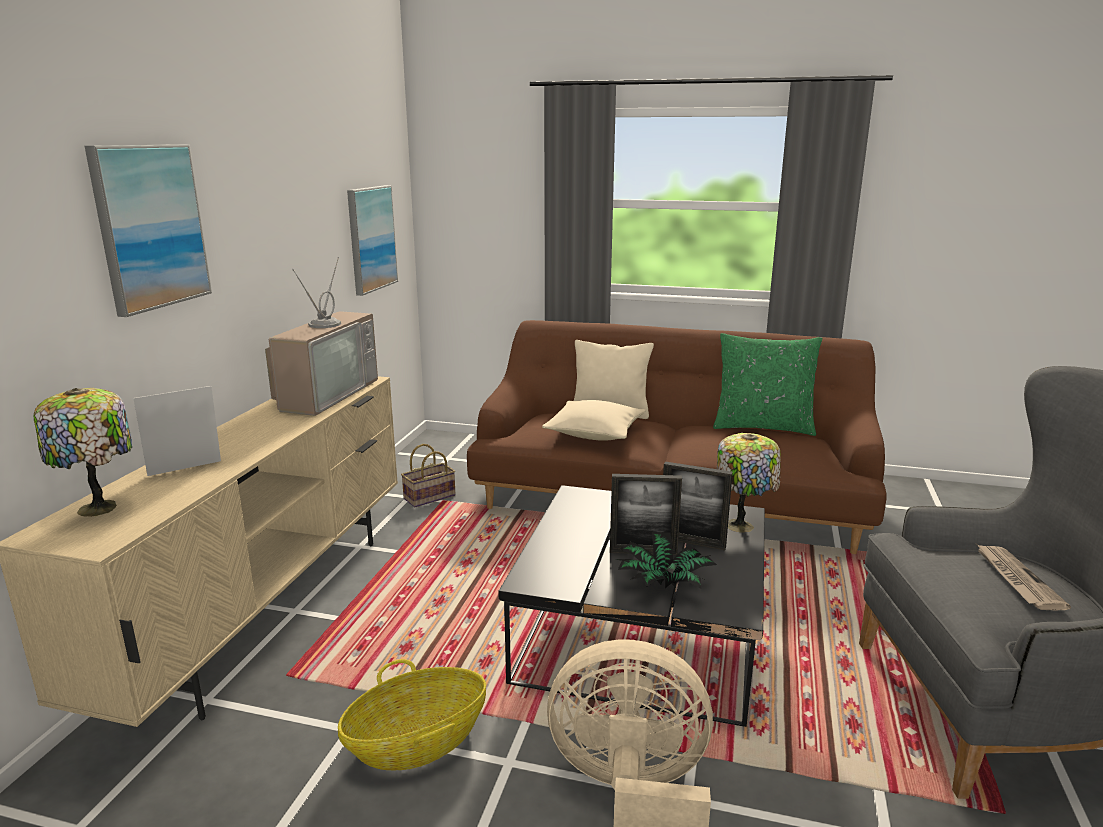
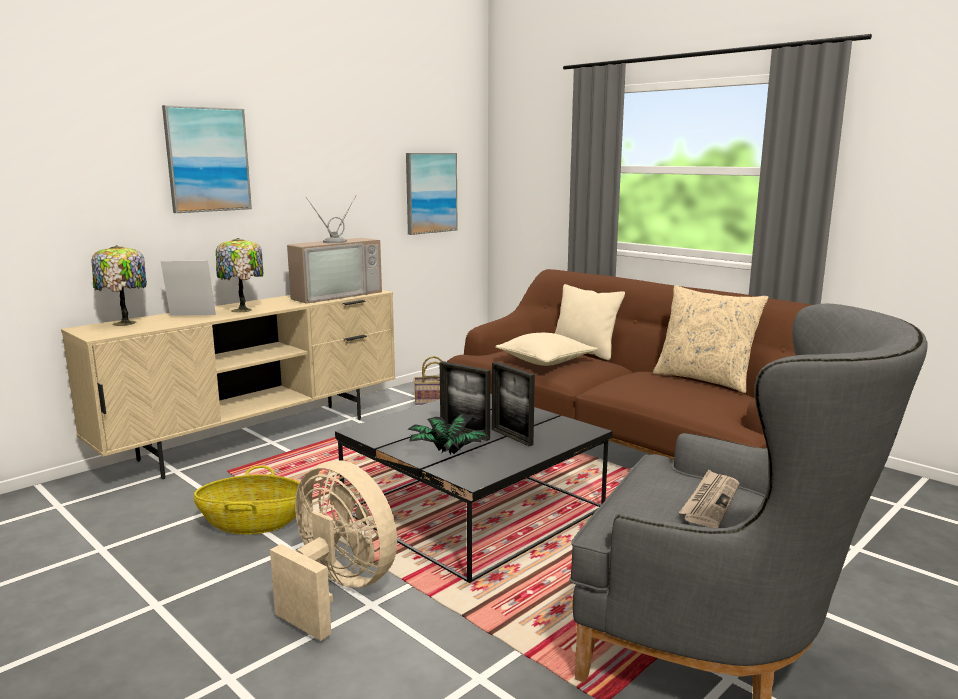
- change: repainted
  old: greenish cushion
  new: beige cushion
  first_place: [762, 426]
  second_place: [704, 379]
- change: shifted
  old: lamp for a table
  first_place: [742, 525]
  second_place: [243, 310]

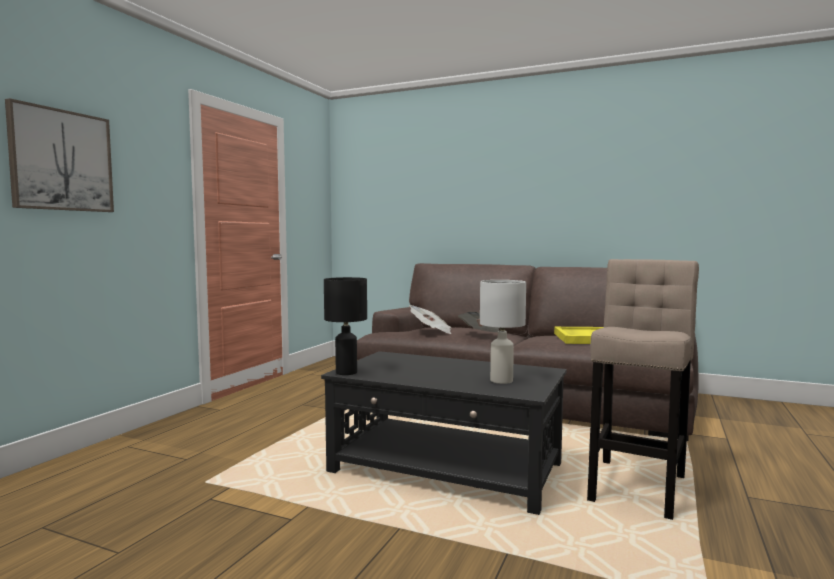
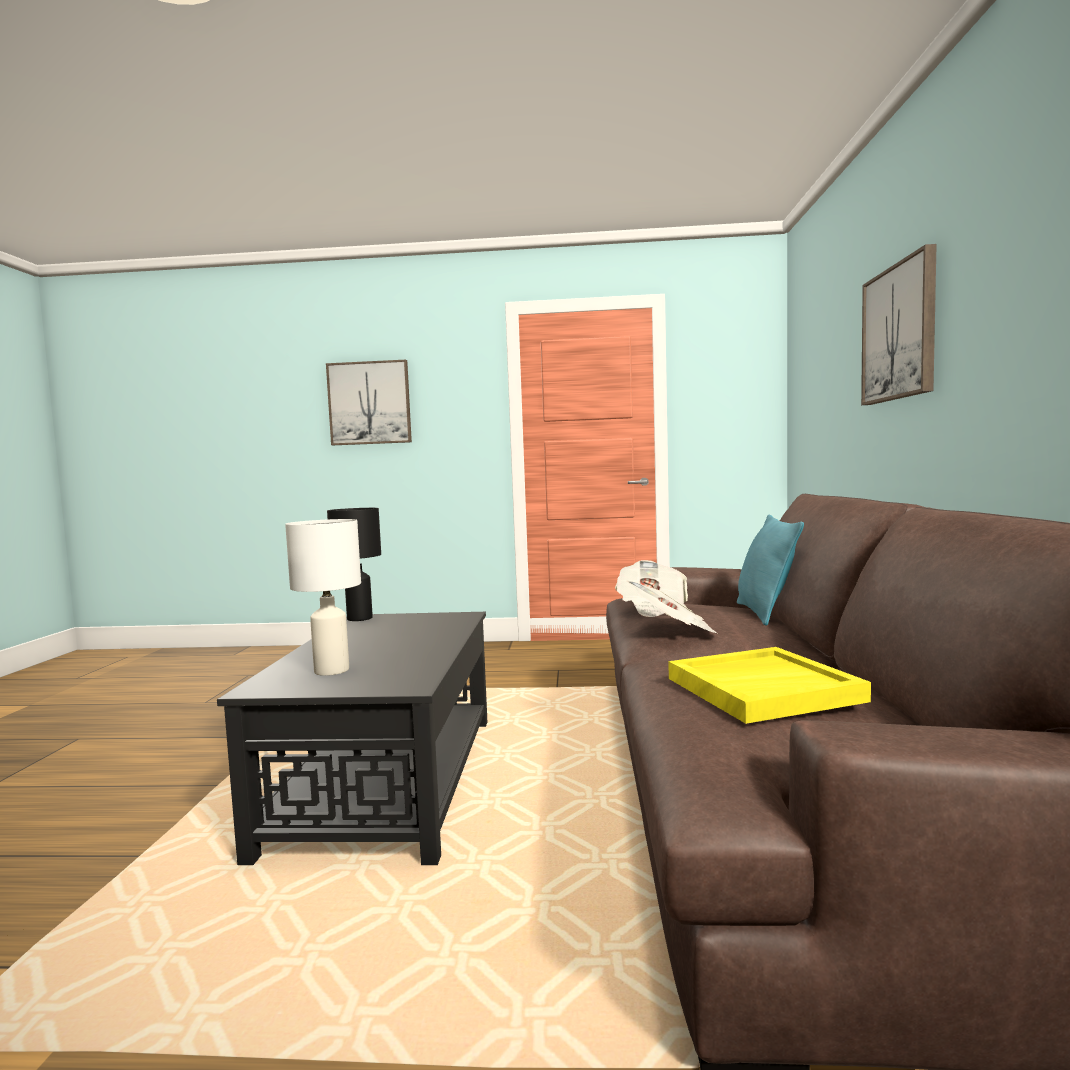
- change: gone
  old: beige stool seat
  first_place: [638, 485]
- change: new
  new: wall art
  second_place: [899, 333]
- change: new
  new: turquoise cushion
  second_place: [765, 613]

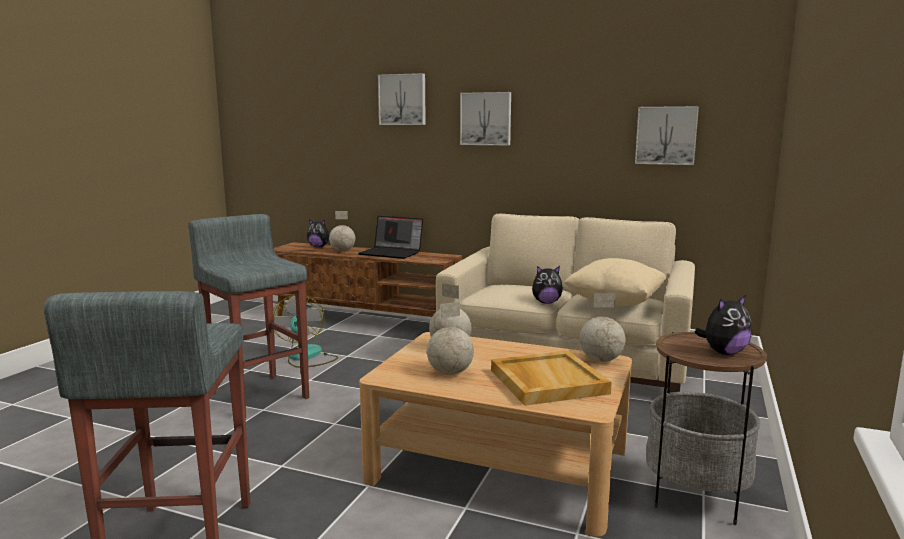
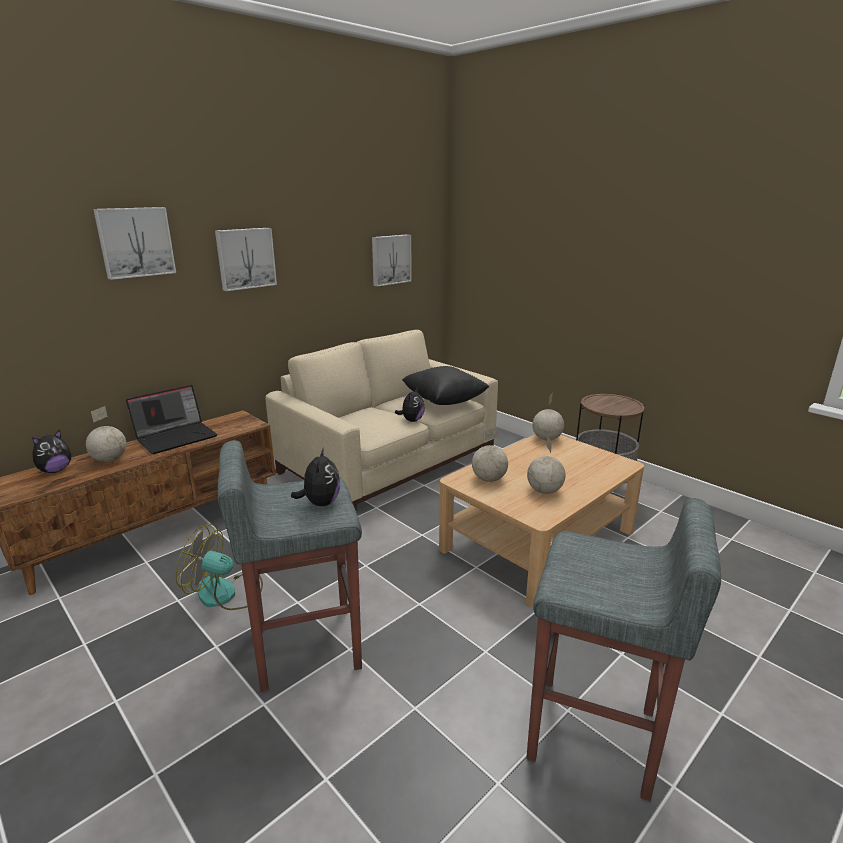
- change: repainted
  old: beige cushion
  new: black-coloured cushion
  first_place: [615, 302]
  second_place: [444, 401]
- change: shifted
  old: soft toy
  first_place: [723, 352]
  second_place: [320, 503]
- change: gone
  old: beige tray
  first_place: [546, 381]

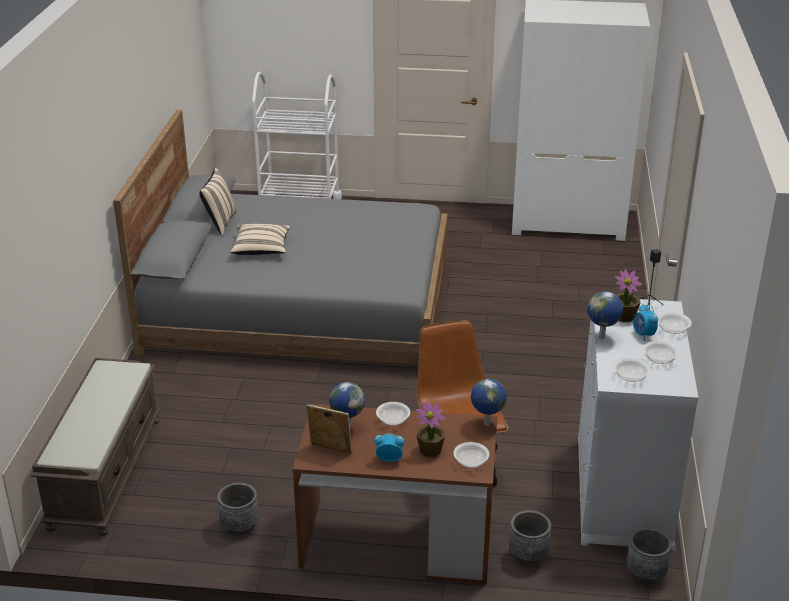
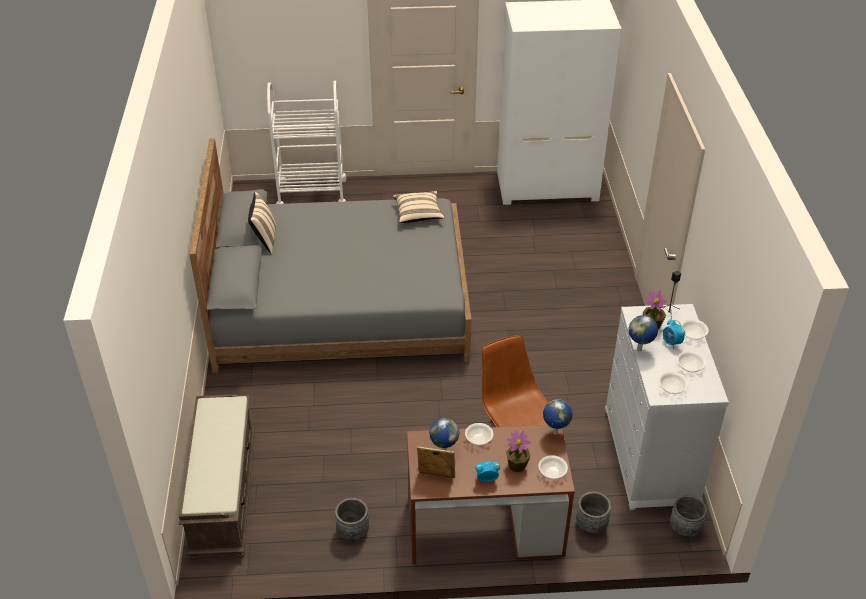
- change: shifted
  old: beige cushion
  first_place: [261, 249]
  second_place: [418, 214]

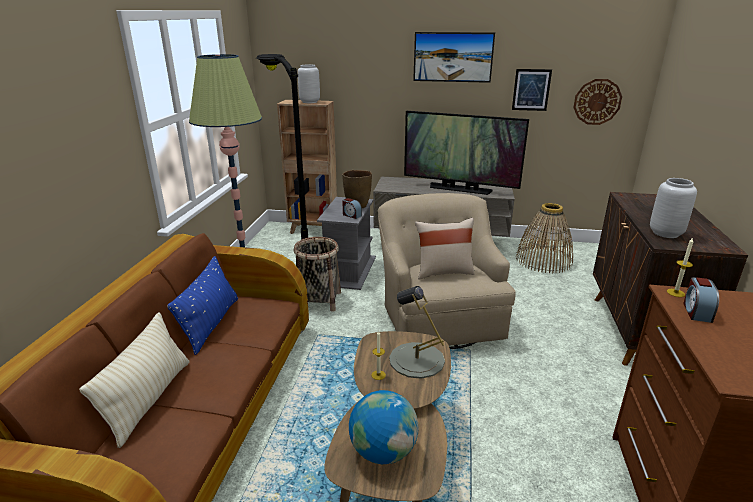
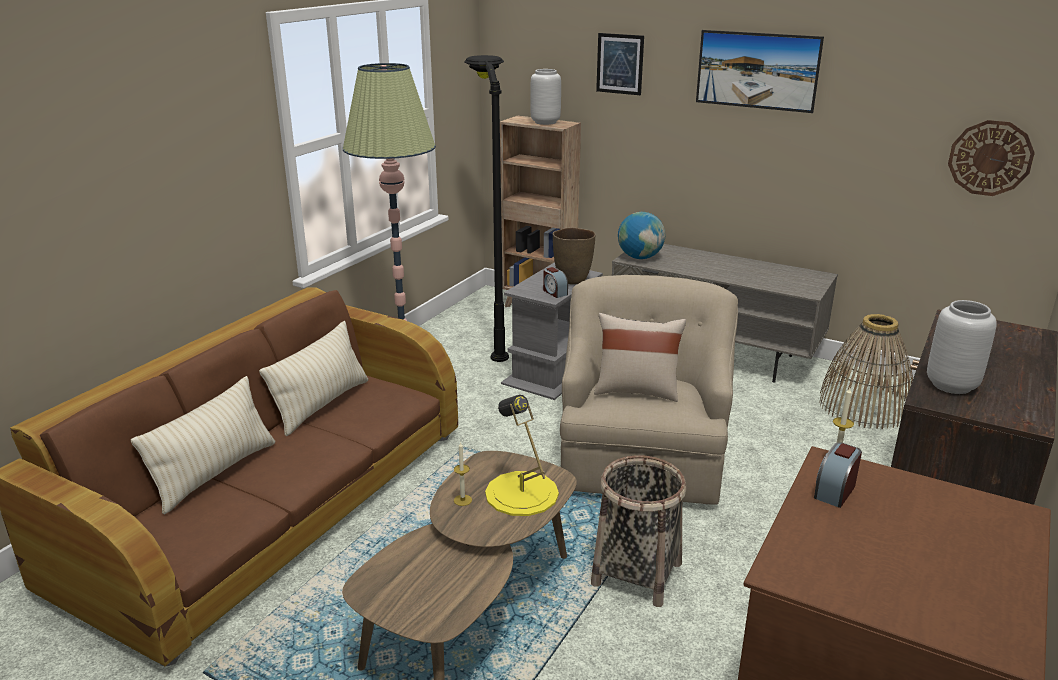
- change: shifted
  old: wall art
  first_place: [531, 90]
  second_place: [620, 64]
- change: gone
  old: TV set
  first_place: [459, 189]
- change: shifted
  old: basket
  first_place: [319, 300]
  second_place: [637, 574]
- change: repainted
  old: blue-coloured cushion
  new: beige cushion
  first_place: [211, 324]
  second_place: [322, 405]
- change: repainted
  old: greyish lamp for a table
  new: yellowish lamp for a table
  first_place: [416, 360]
  second_place: [521, 493]
- change: shifted
  old: desk globe
  first_place: [383, 451]
  second_place: [640, 257]

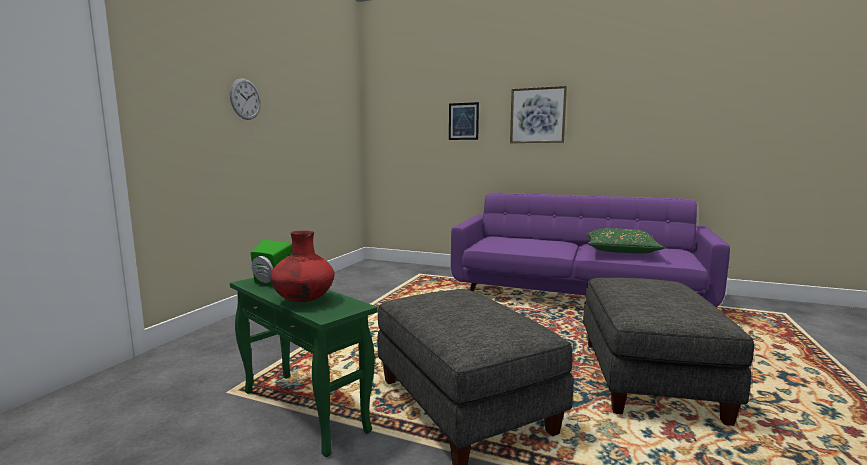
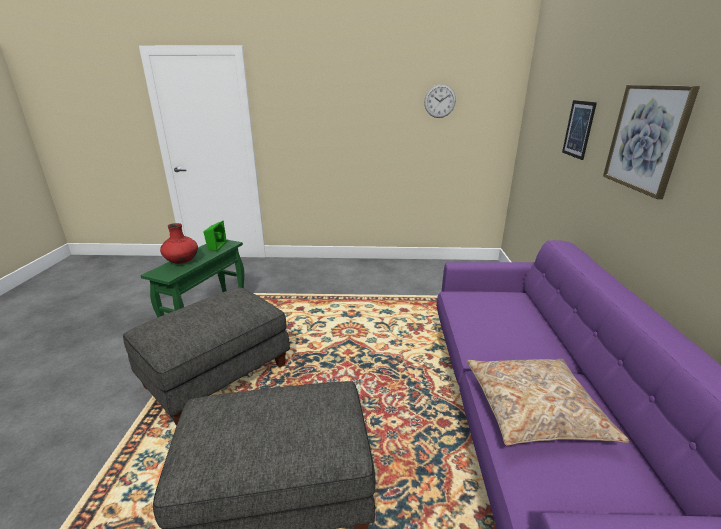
- change: shifted
  old: wall clock
  first_place: [245, 99]
  second_place: [440, 101]
- change: repainted
  old: greenish cushion
  new: beige cushion
  first_place: [621, 250]
  second_place: [534, 409]

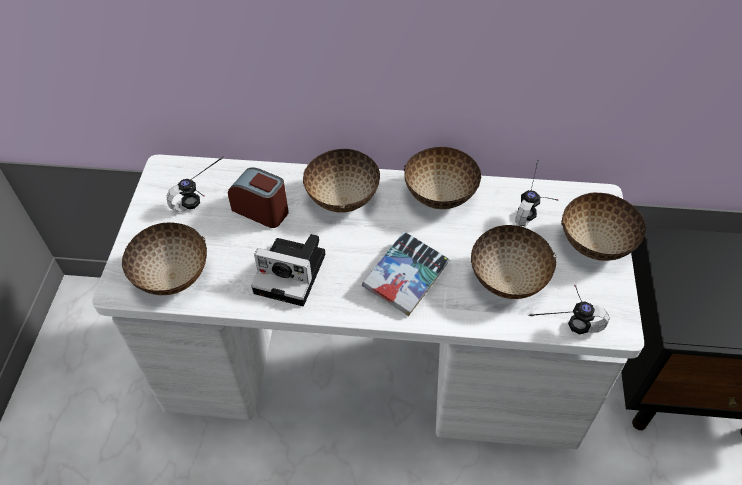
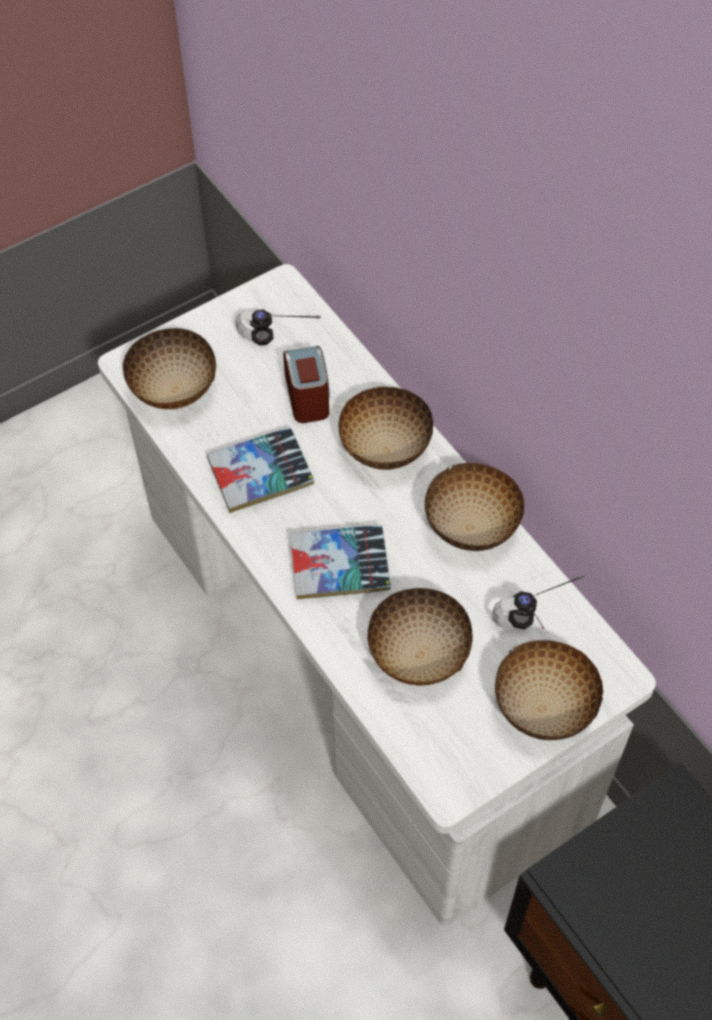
- change: swapped
  old: still camera
  new: bound book
  first_place: [293, 273]
  second_place: [261, 475]
- change: gone
  old: headphones
  first_place: [563, 320]

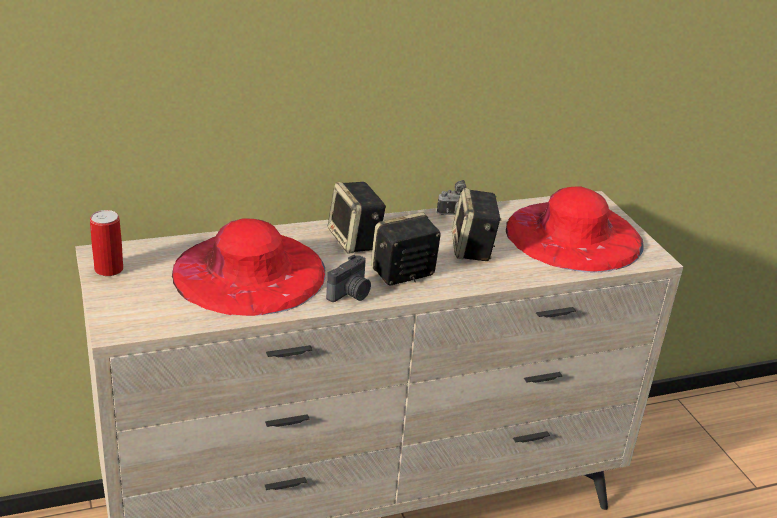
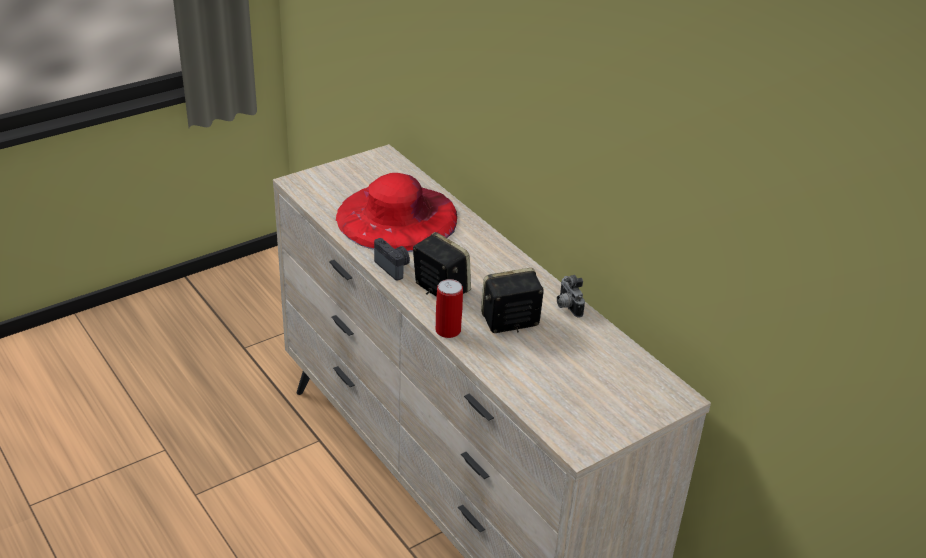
- change: gone
  old: speaker
  first_place: [355, 241]
- change: gone
  old: reddish hat
  first_place: [573, 235]
- change: shifted
  old: sealed can
  first_place: [109, 269]
  second_place: [448, 330]
- change: rotated
  old: still camera
  first_place: [350, 294]
  second_place: [393, 267]
  degrees: -150

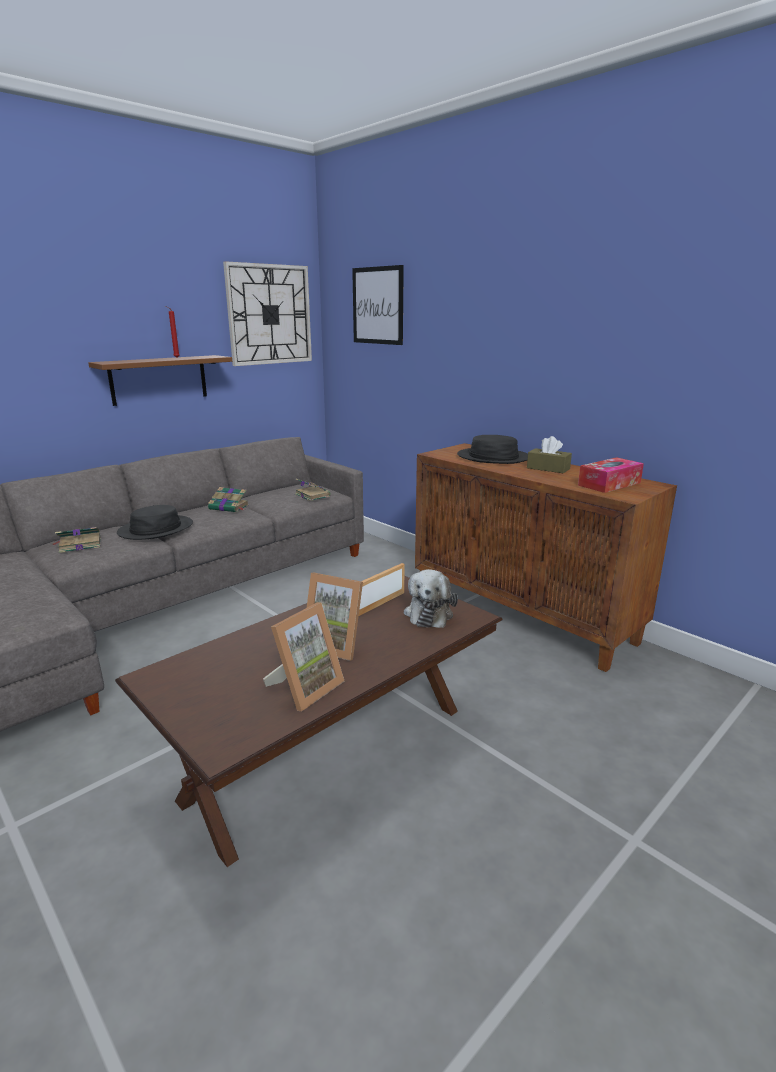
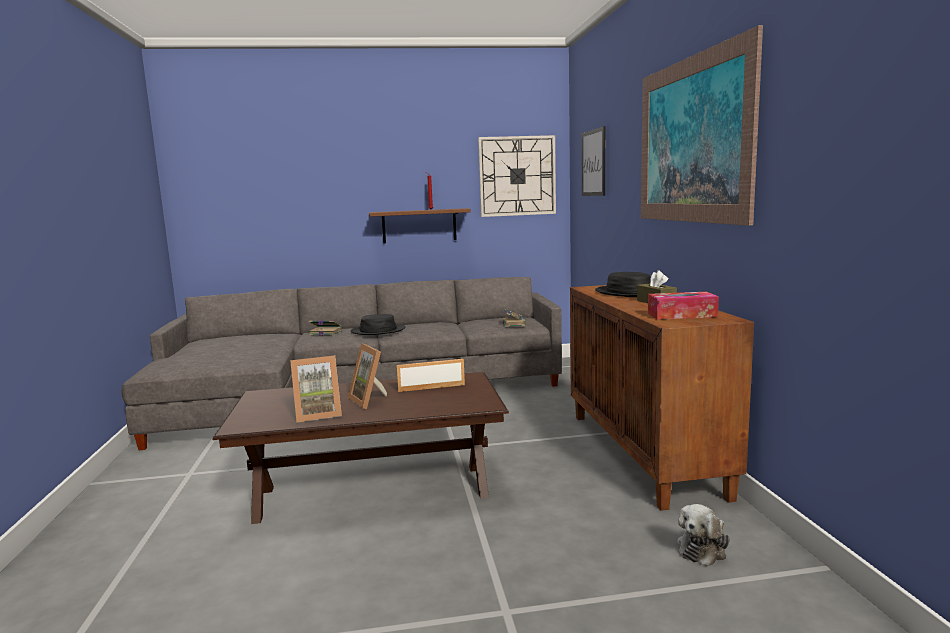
- change: gone
  old: bound book
  first_place: [229, 507]
- change: shifted
  old: soft toy
  first_place: [429, 613]
  second_place: [703, 548]
- change: new
  new: wall art
  second_place: [691, 140]

